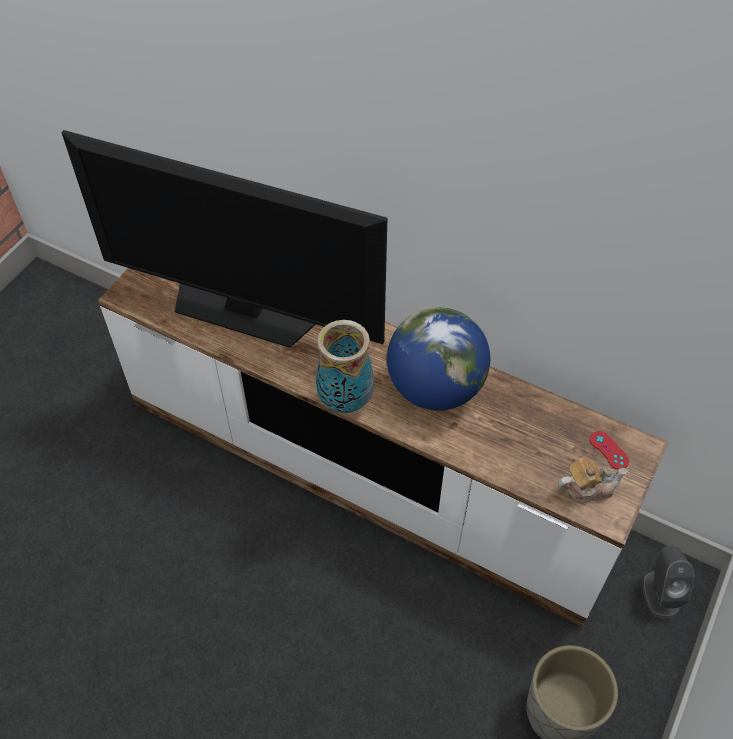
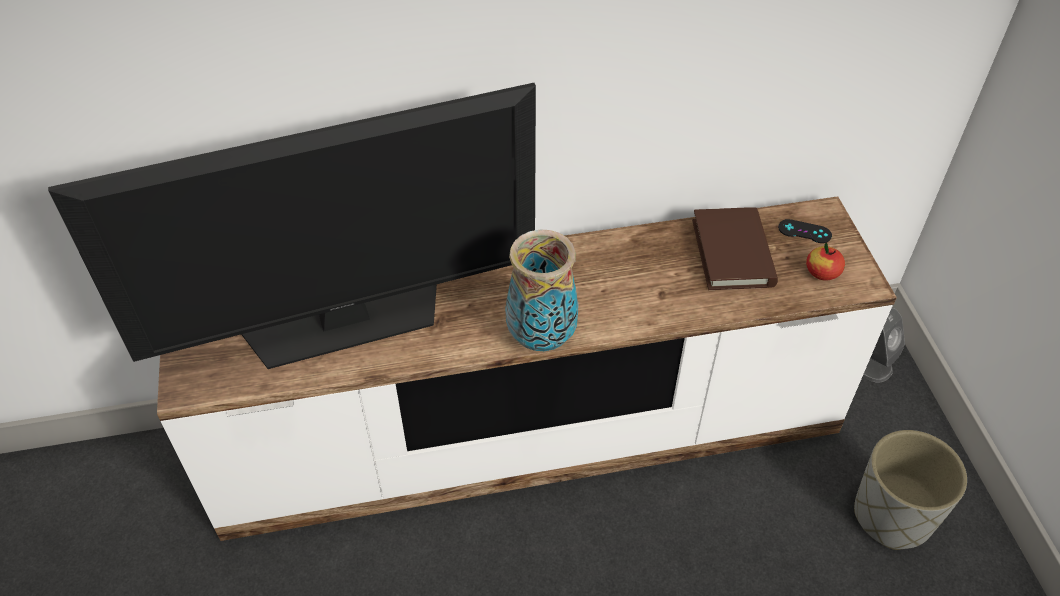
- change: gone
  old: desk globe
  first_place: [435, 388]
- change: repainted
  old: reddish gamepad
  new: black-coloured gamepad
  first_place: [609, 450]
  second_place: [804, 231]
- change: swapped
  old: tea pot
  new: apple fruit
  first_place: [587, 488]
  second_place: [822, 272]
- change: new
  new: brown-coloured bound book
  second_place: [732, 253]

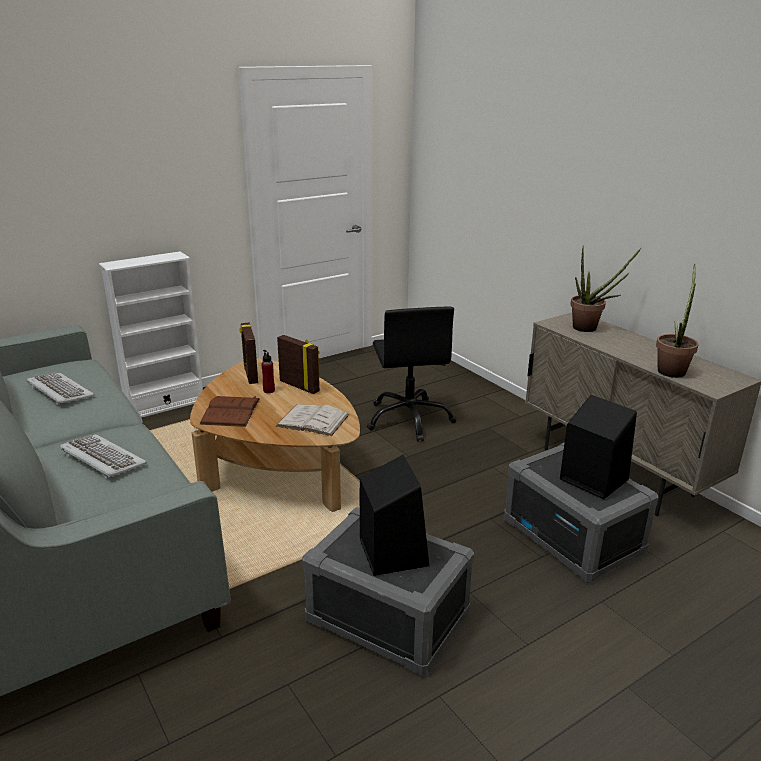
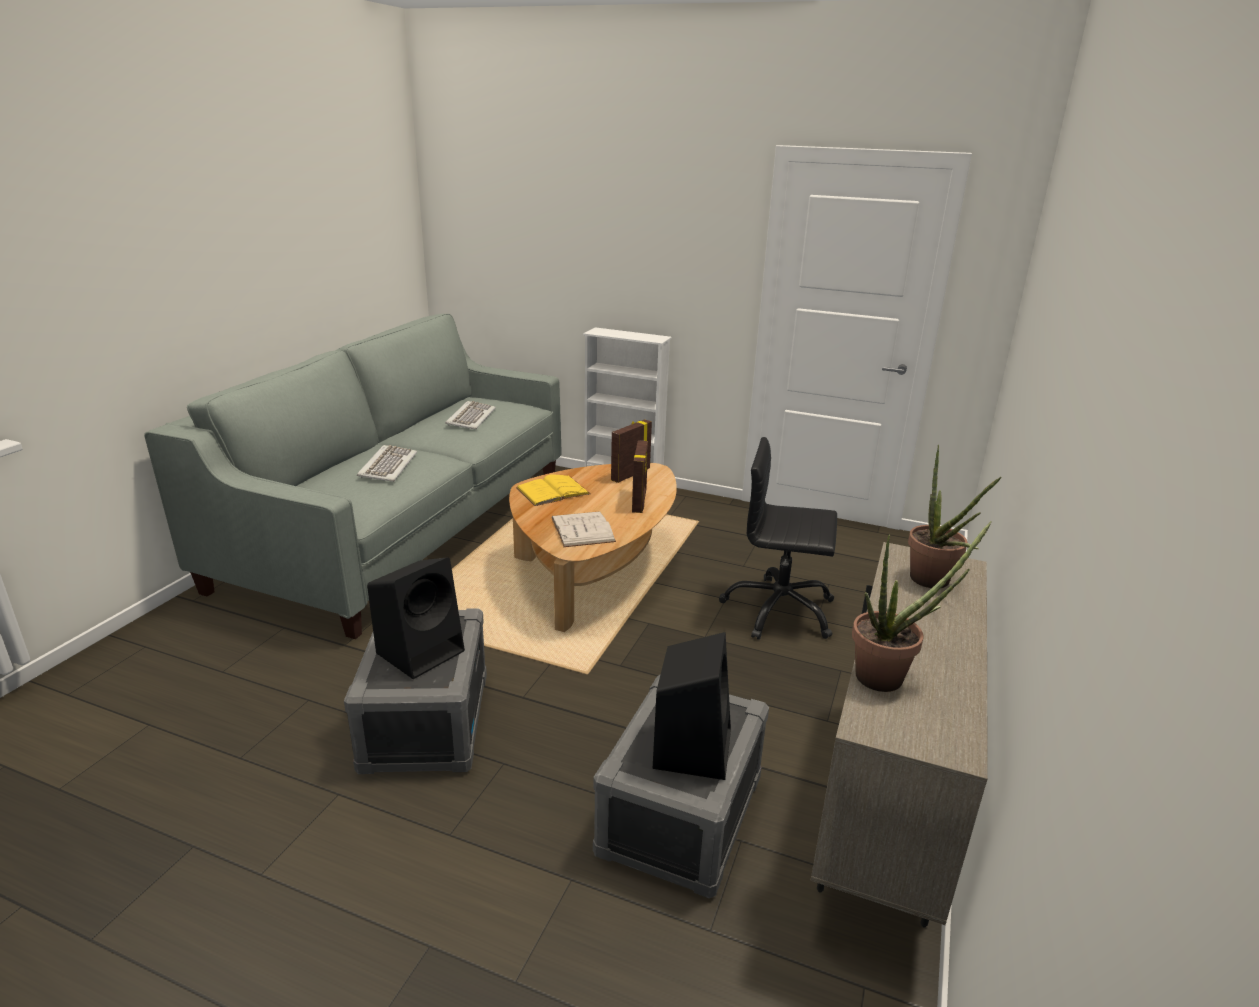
- change: rotated
  old: black-coloured computer chair
  first_place: [409, 419]
  second_place: [779, 610]
  degrees: 60
- change: gone
  old: reddish drink bottle
  first_place: [269, 390]
- change: repainted
  old: brown-coloured bound book
  new: yellowish bound book
  first_place: [230, 411]
  second_place: [553, 491]

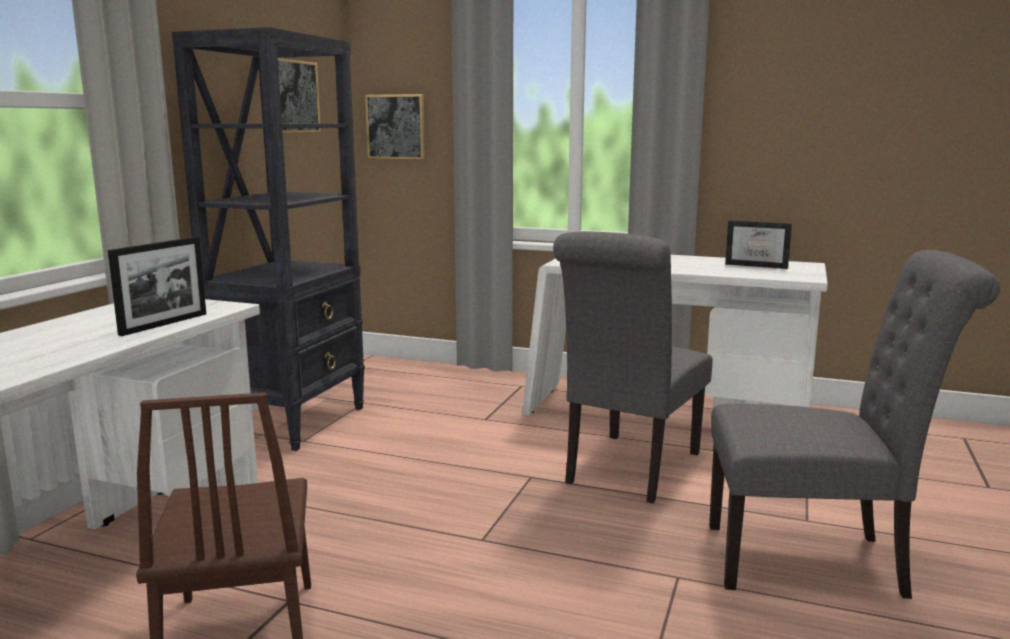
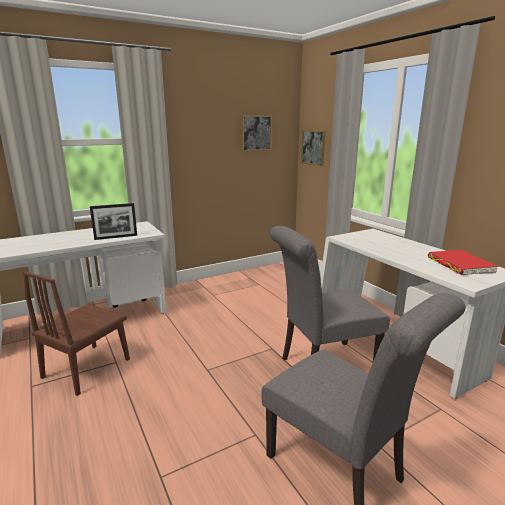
- change: gone
  old: black-coloured bookshelf
  first_place: [293, 421]
- change: swapped
  old: picture frame
  new: reddish bound book
  first_place: [758, 265]
  second_place: [460, 265]

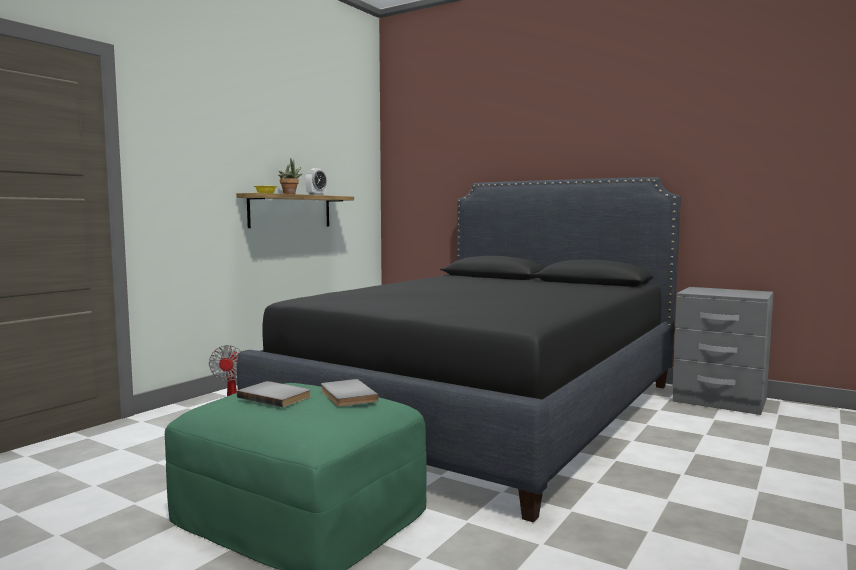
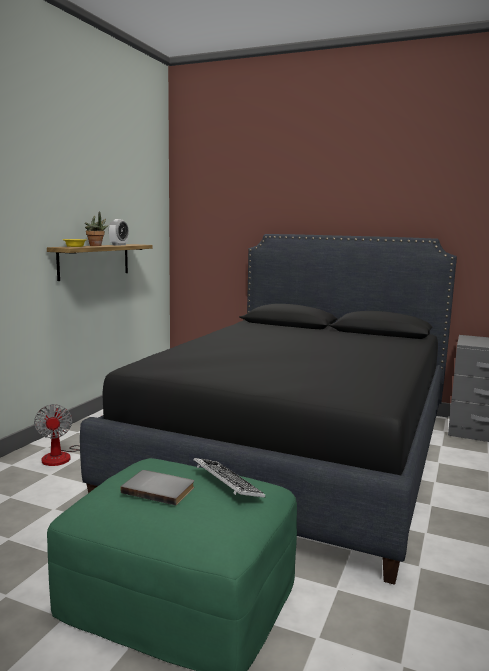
- change: swapped
  old: greyish bound book
  new: computer keyboard
  first_place: [346, 396]
  second_place: [226, 483]

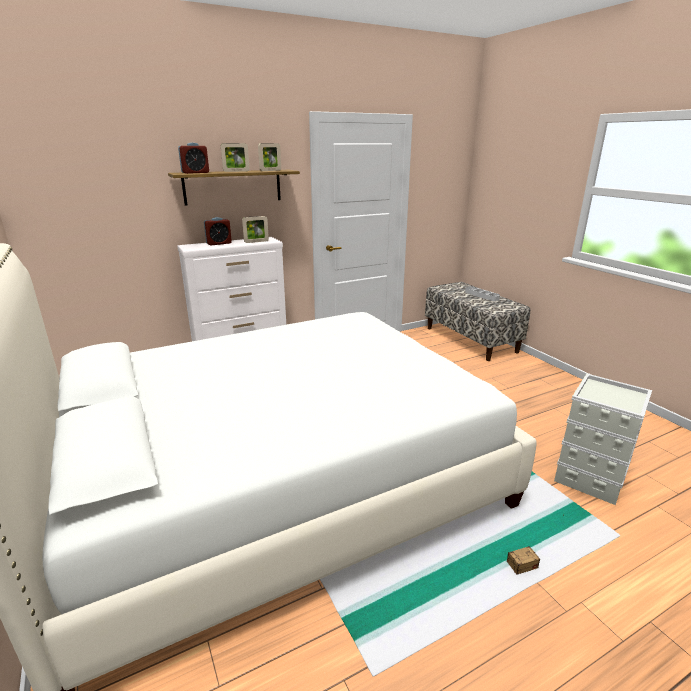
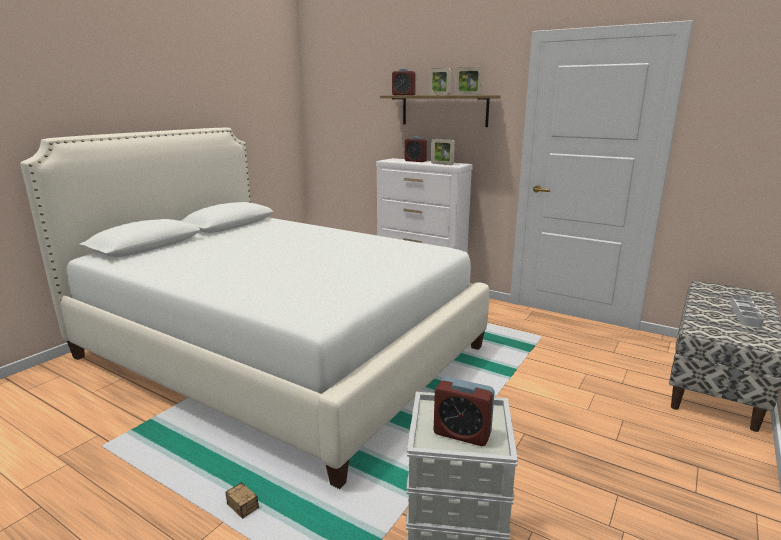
- change: new
  new: alarm clock
  second_place: [462, 433]

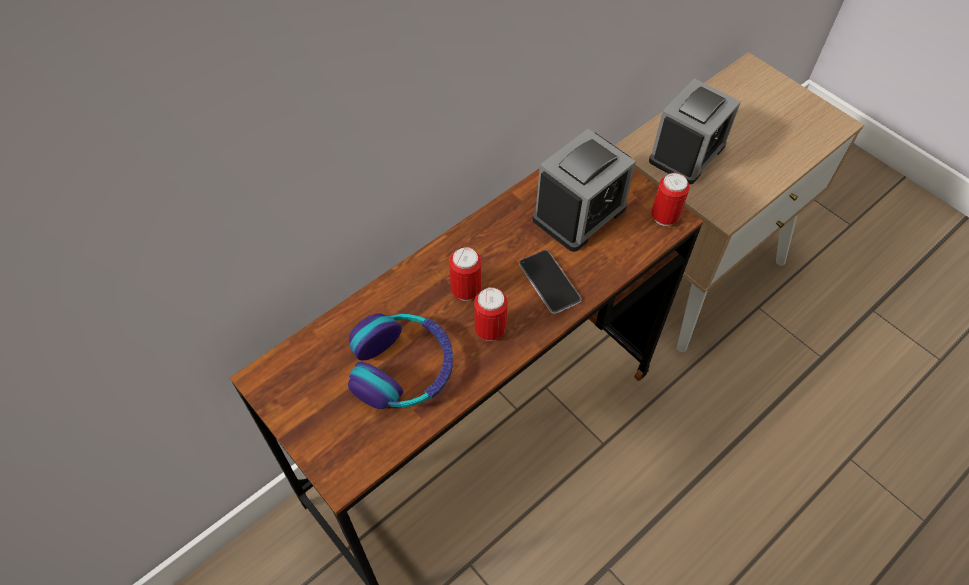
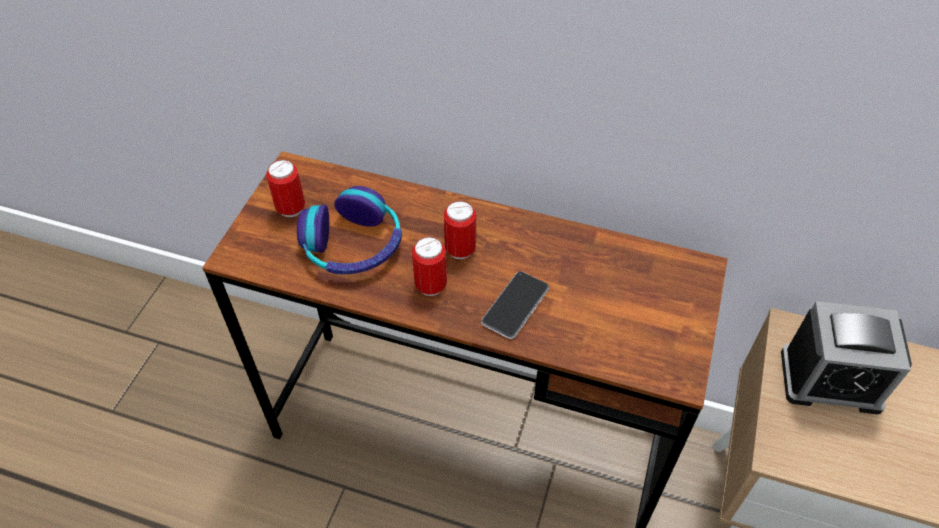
- change: gone
  old: alarm clock
  first_place: [579, 213]
- change: shifted
  old: sealed can
  first_place: [664, 217]
  second_place: [291, 208]

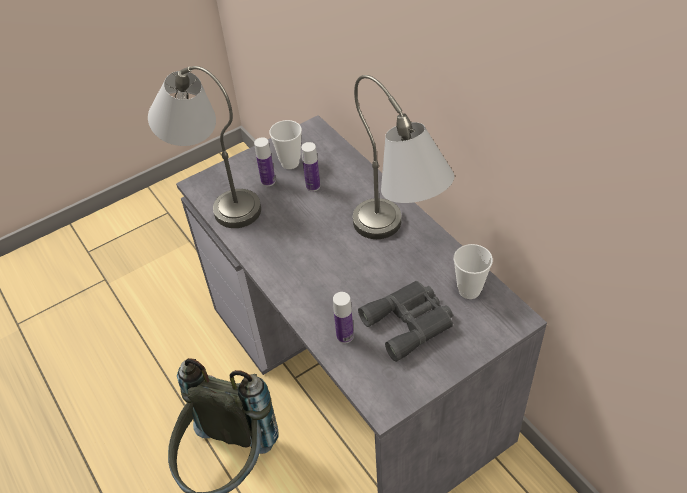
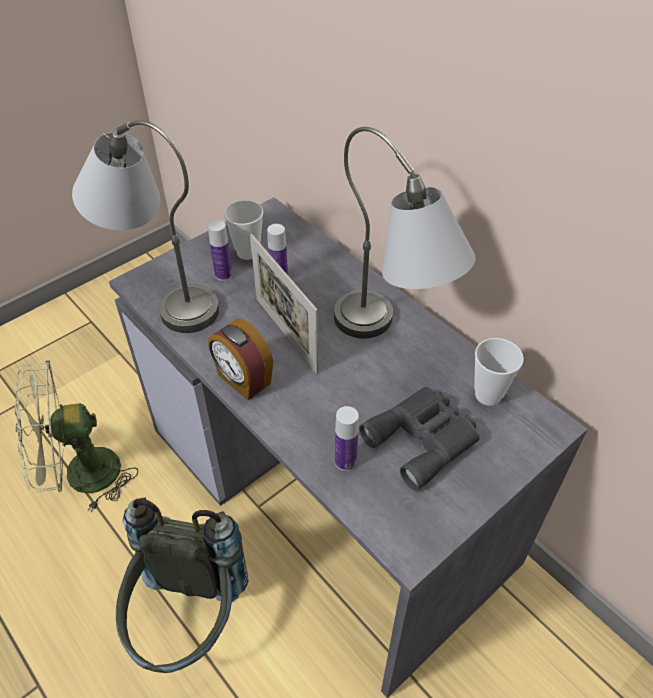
- change: new
  new: picture frame
  second_place: [285, 334]
- change: new
  new: alarm clock
  second_place: [243, 380]
- change: new
  new: greenish electric fan
  second_place: [80, 476]

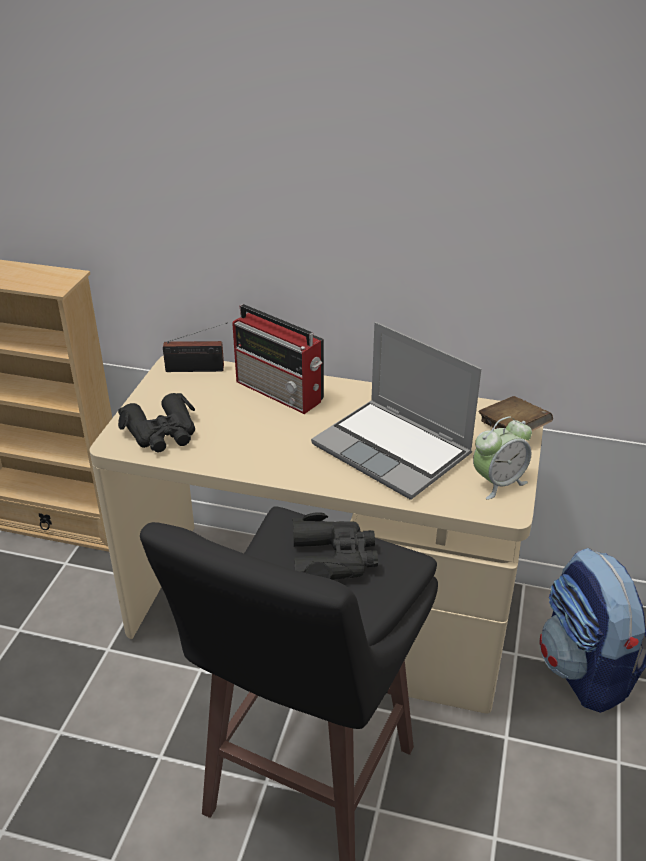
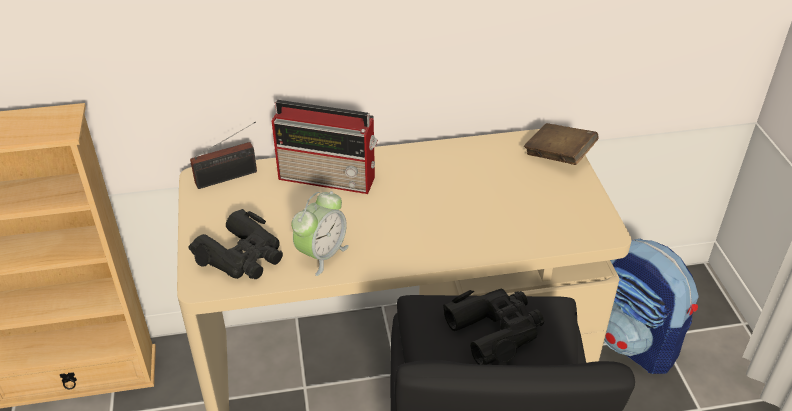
- change: gone
  old: portable computer
  first_place: [394, 450]
- change: shifted
  old: alarm clock
  first_place: [498, 482]
  second_place: [321, 255]

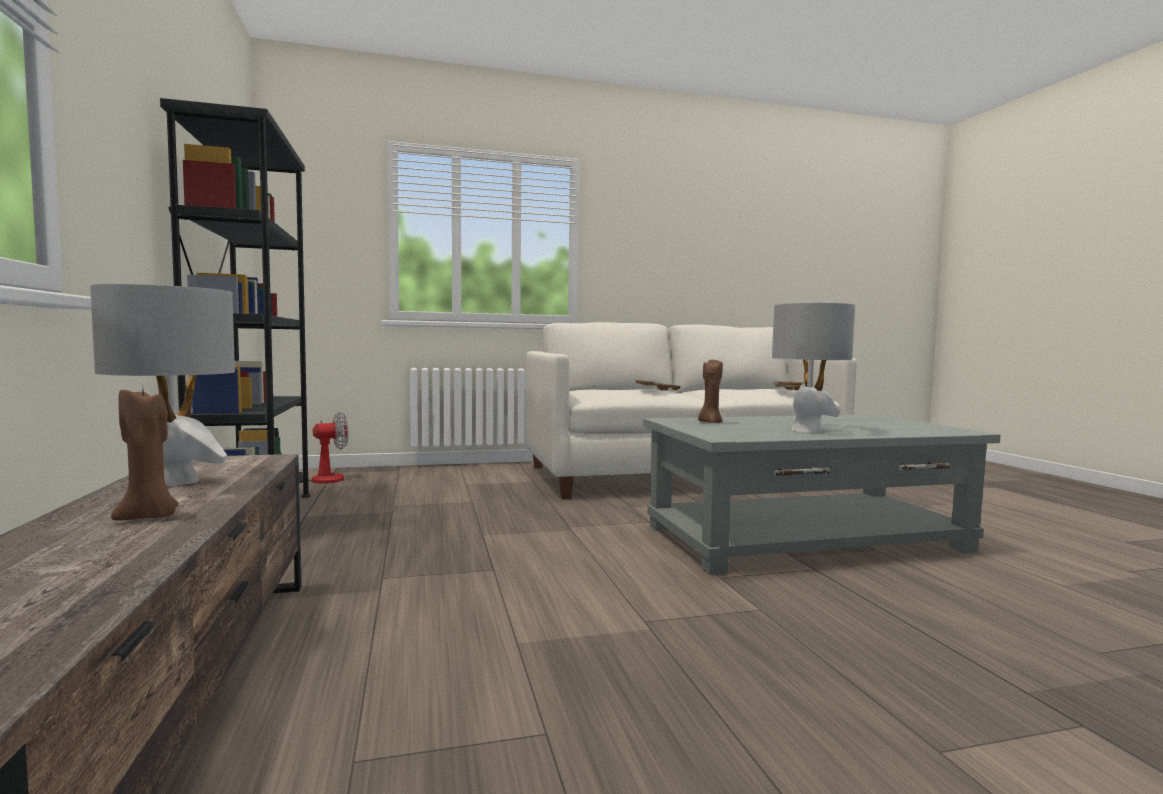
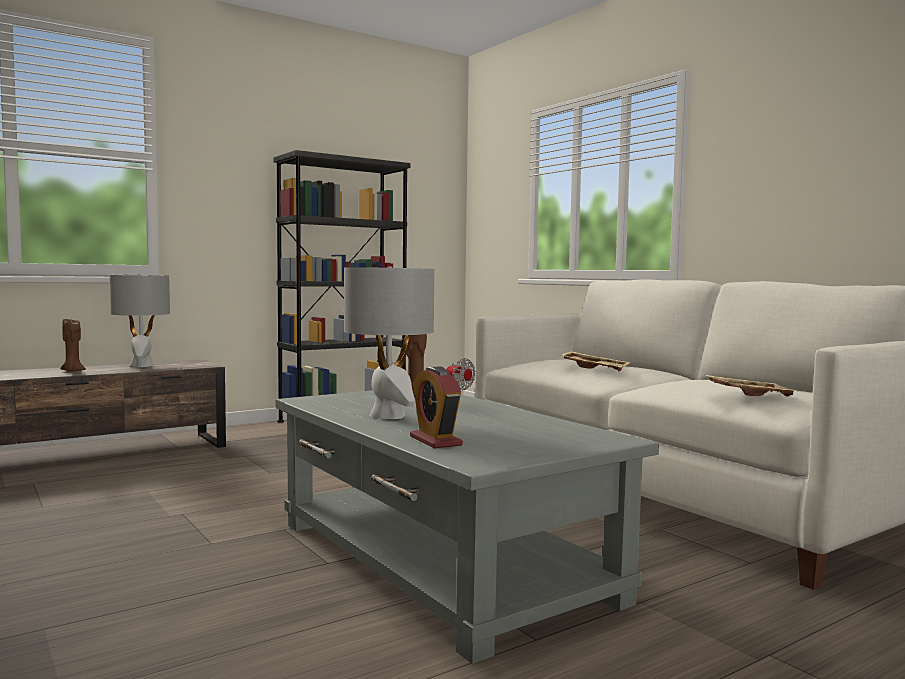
- change: new
  new: alarm clock
  second_place: [435, 441]

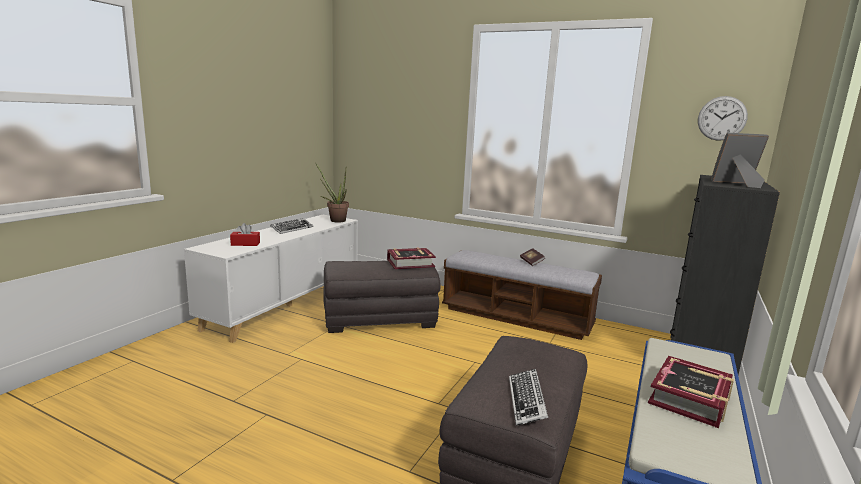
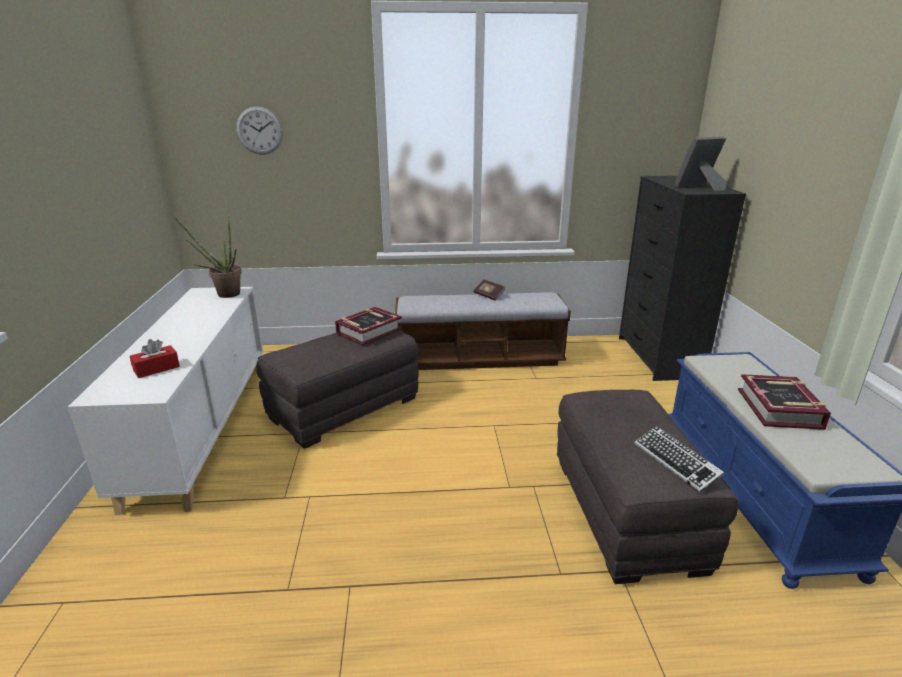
- change: shifted
  old: wall clock
  first_place: [722, 118]
  second_place: [259, 130]
- change: gone
  old: computer keyboard
  first_place: [292, 229]

